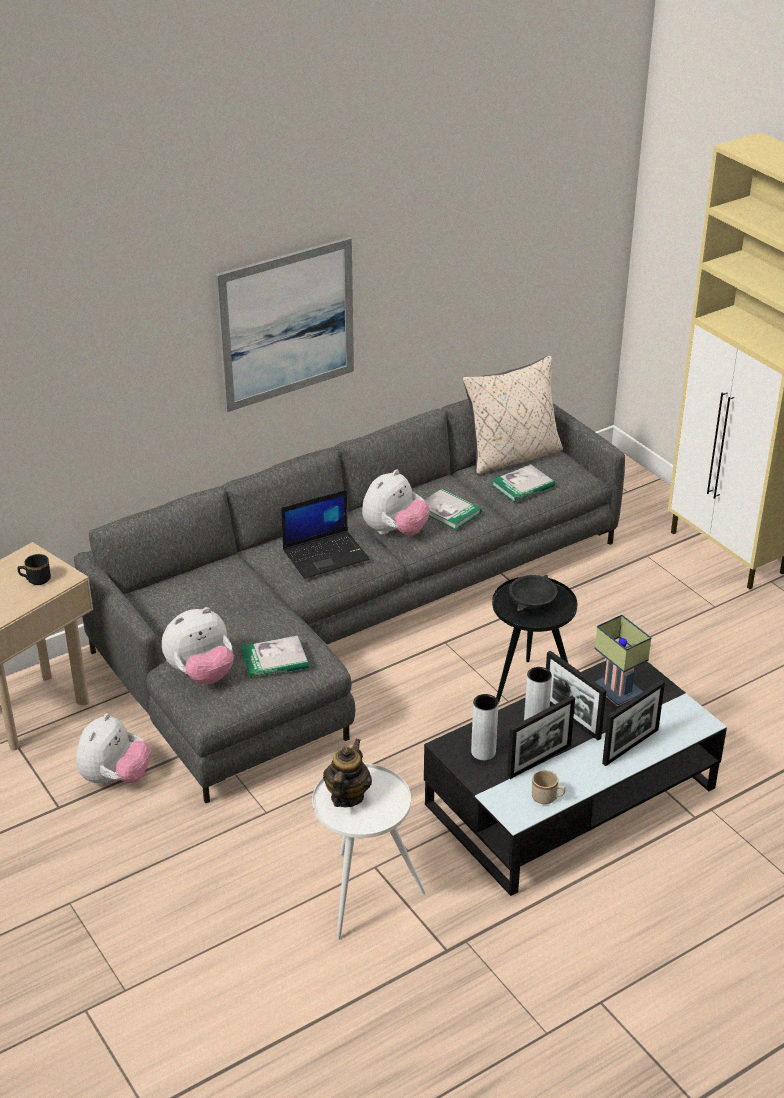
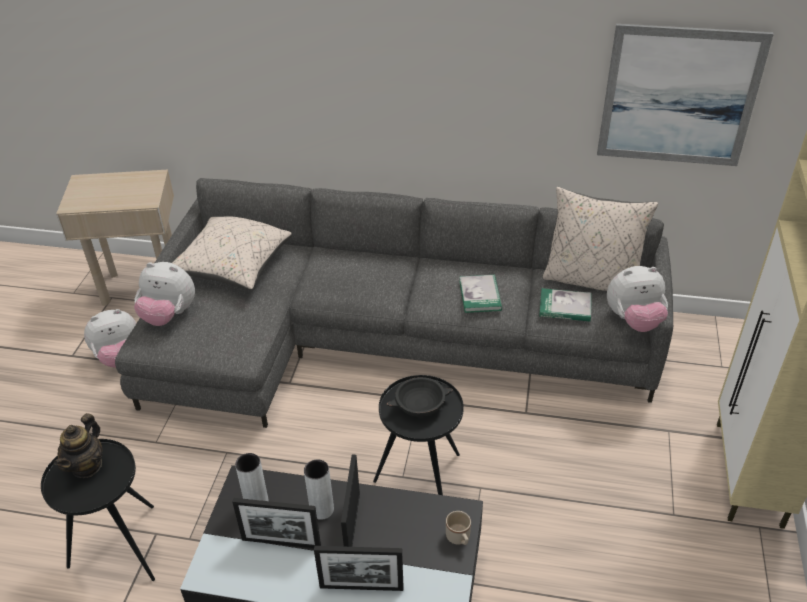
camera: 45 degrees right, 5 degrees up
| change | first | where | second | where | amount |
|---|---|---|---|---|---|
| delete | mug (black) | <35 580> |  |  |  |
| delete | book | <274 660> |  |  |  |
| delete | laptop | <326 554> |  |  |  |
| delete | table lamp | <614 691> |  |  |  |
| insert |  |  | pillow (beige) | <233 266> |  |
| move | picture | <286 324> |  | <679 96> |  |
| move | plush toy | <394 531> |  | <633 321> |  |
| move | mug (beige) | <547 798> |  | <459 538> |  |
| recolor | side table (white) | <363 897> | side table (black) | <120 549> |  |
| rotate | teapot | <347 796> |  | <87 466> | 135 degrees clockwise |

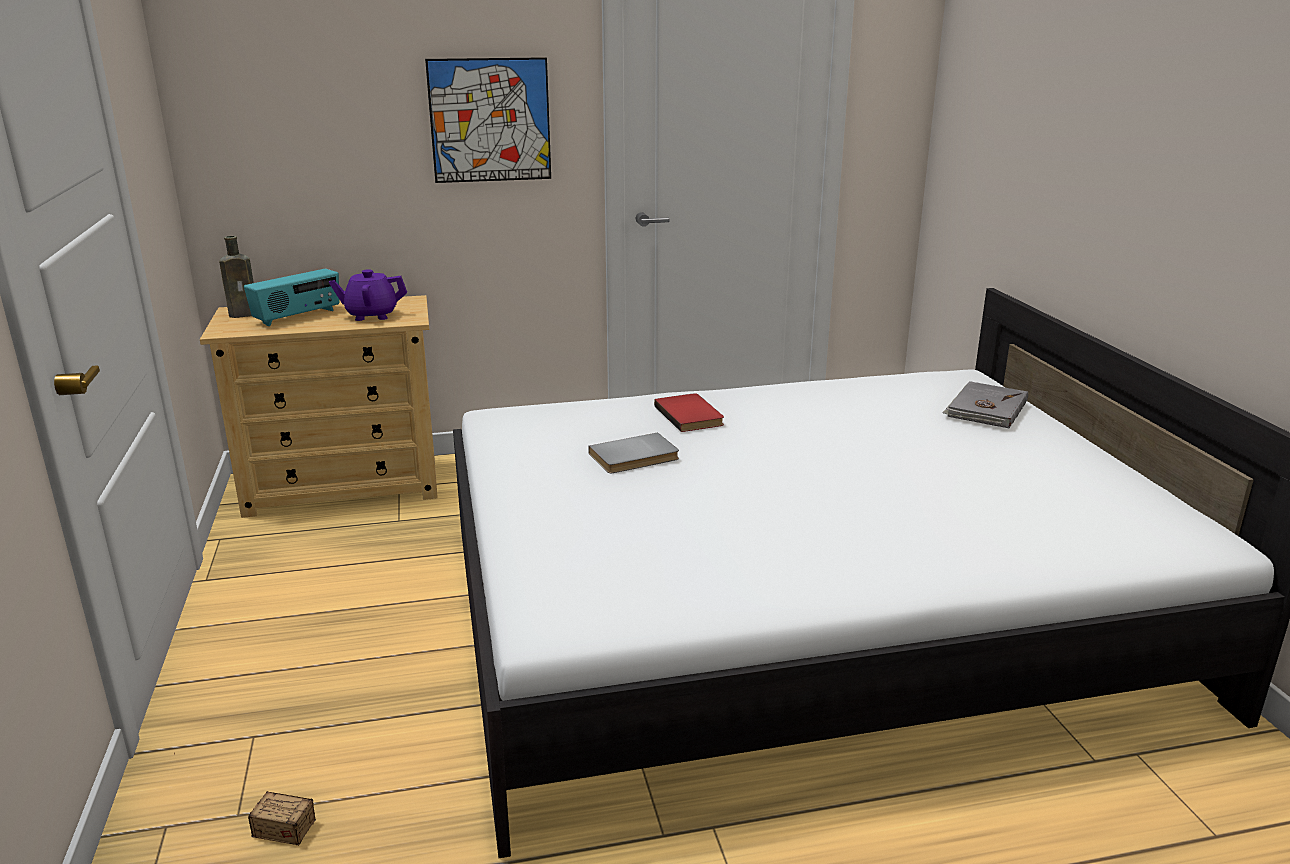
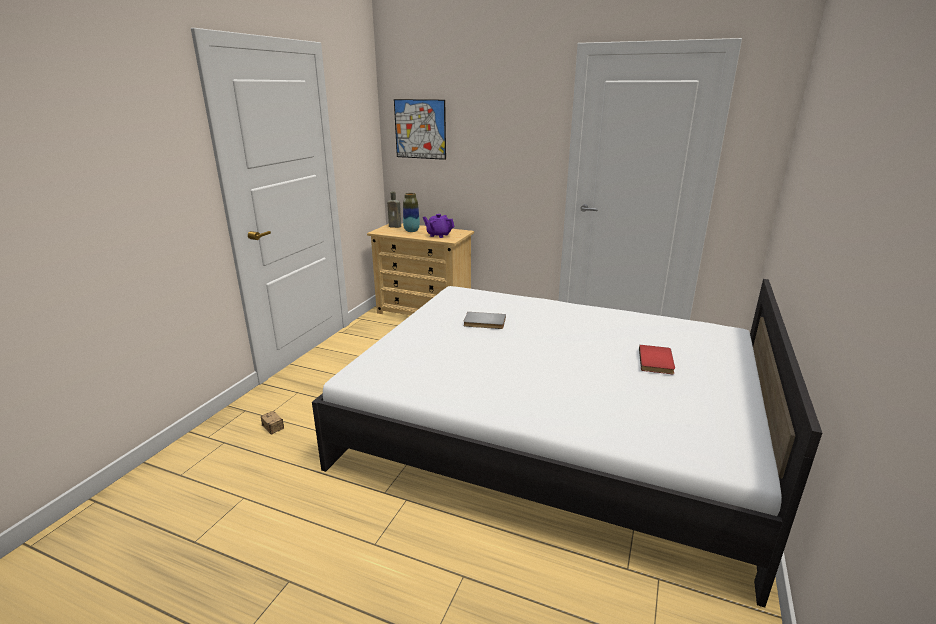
camera: 35 degrees right, 0 degrees up
| change | first | where | second | where | amount |
|---|---|---|---|---|---|
| delete | book (grey) | <985 409> |  |  |  |
| move | picture | <490 120> |  | <420 129> |  |
| move | book (red) | <691 415> |  | <657 361> |  |
| replace | radio | <298 317> | vase | <411 231> |  |

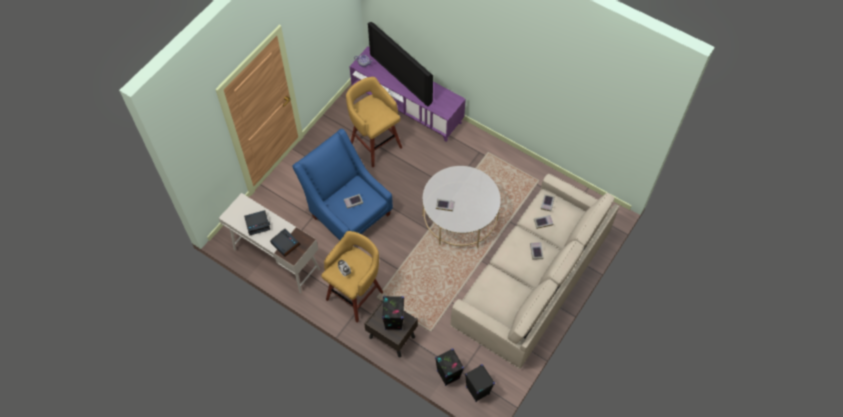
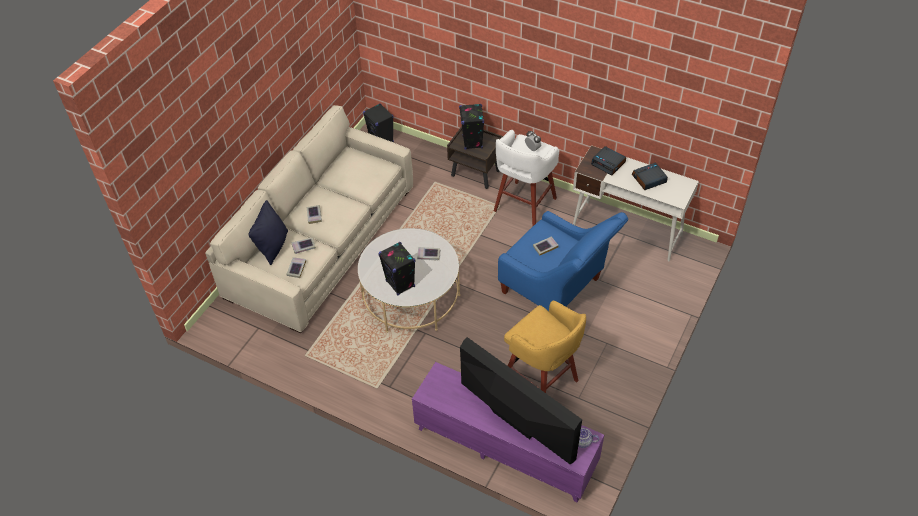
camera: 175 degrees right, 10 degrees down
| change | first | where | second | where | amount |
|---|---|---|---|---|---|
| insert |  |  | pillow (black) | <273 246> |  |
| move | speaker (black) | <448 374> |  | <400 284> |  |
| recolor | stool (yellow) | <356 294> | stool (white) | <523 206> |  |

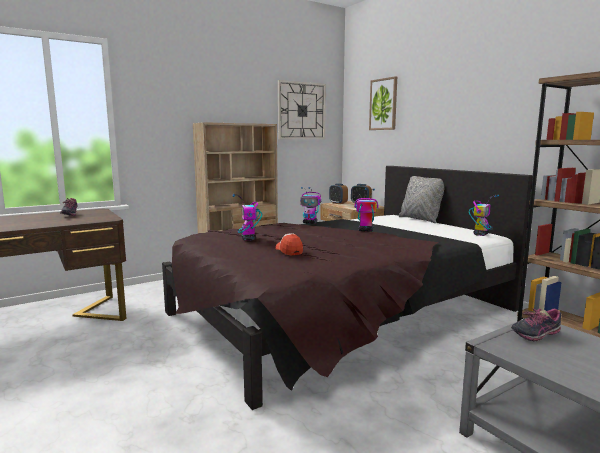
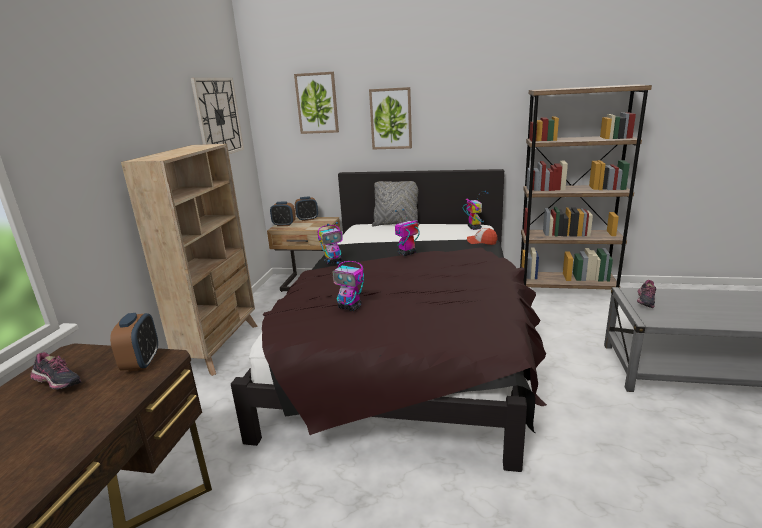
camera: 45 degrees left, 10 degrees up
| change | first | where | second | where | amount |
|---|---|---|---|---|---|
| insert |  |  | alarm clock | <142 363> |  |
| insert |  |  | picture | <391 119> |  |
| move | cap | <289 250> |  | <482 242> |  |

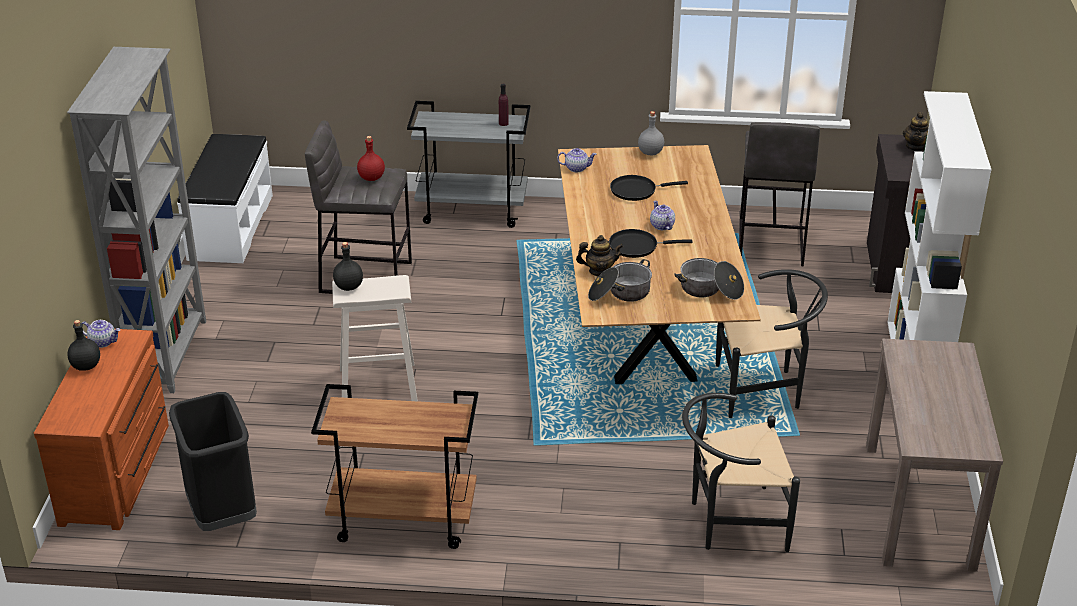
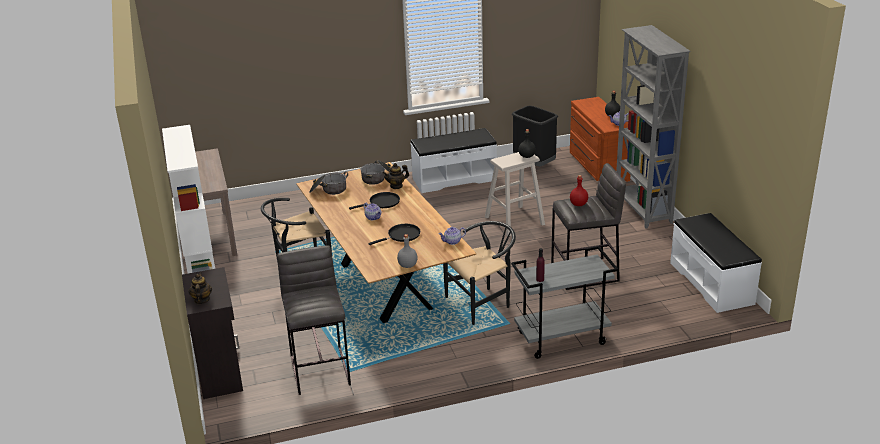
camera: 160 degrees right, 5 degrees down
| change | first | where | second | where | amount |
|---|---|---|---|---|---|
| move | chair (black) | <730 522> |  | <483 303> |  |
| replace | cart (brown) | <402 521> | bench (white) | <454 179> |  |

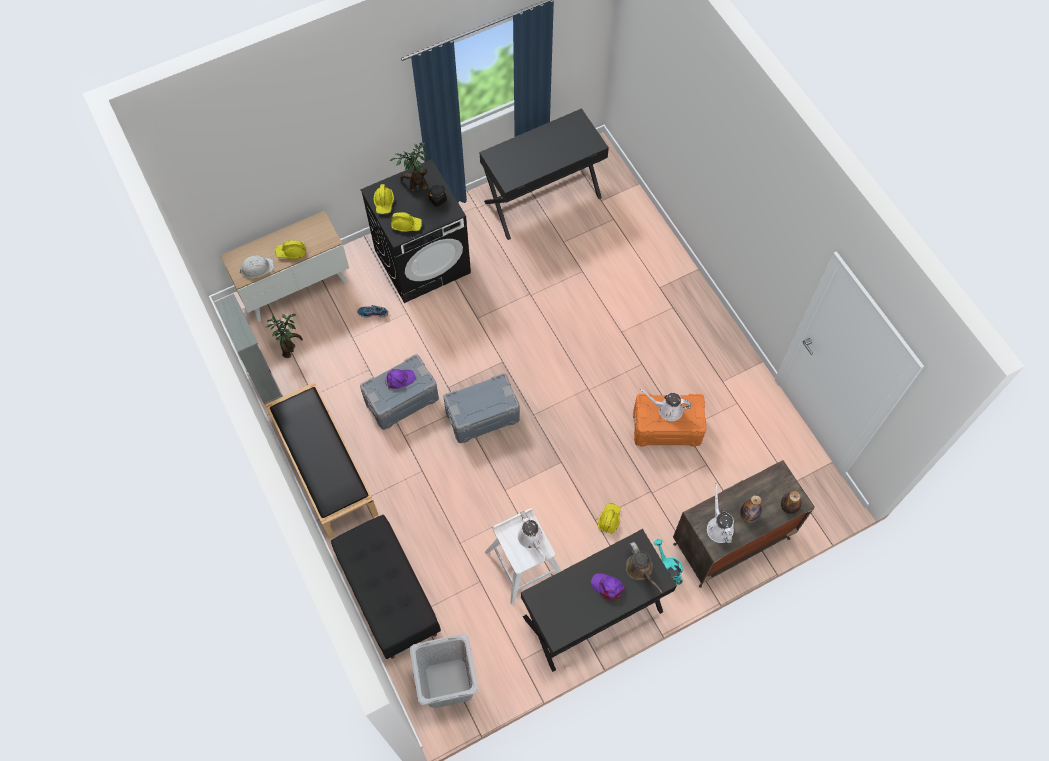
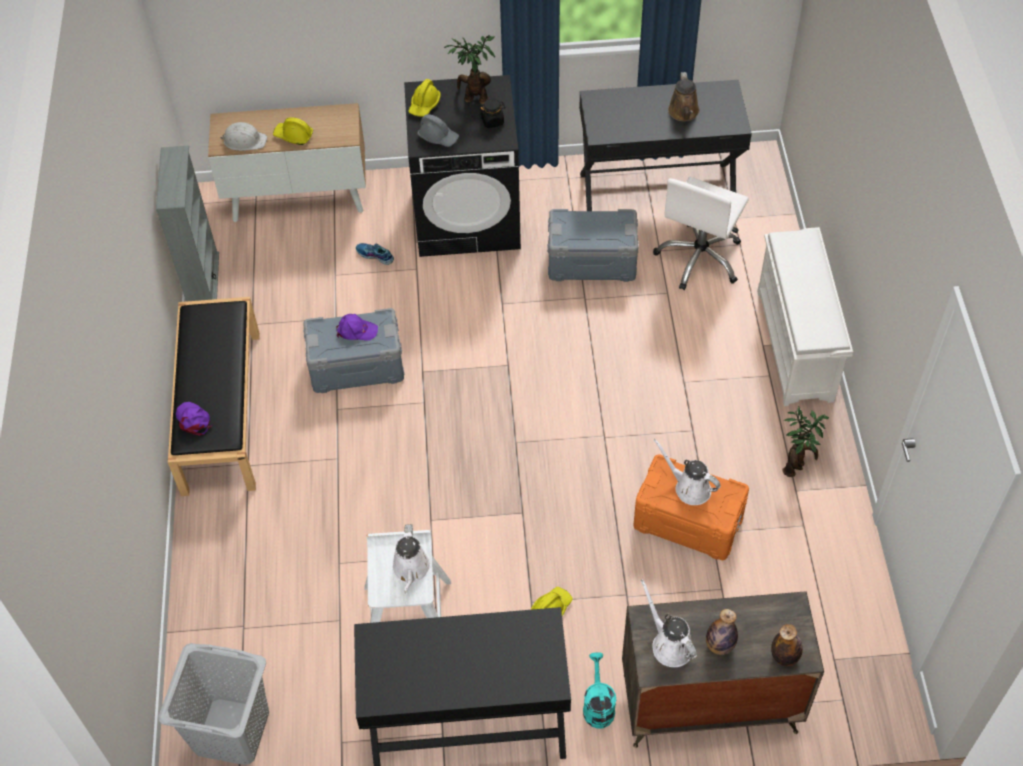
camera: 25 degrees right, 10 degrees down
| change | first | where | second | where | amount |
|---|---|---|---|---|---|
| delete | bench (black) | <388 595> |  |  |  |
| insert |  |  | office chair (white) | <700 258> |  |
| insert |  |  | shoe rack (white) | <796 346> |  |
| move | potted plant | <291 349> |  | <796 466> |  |
| move | storage box (grey) | <482 415> |  | <591 260> |  |
| move | cap (purple) | <608 587> |  | <193 420> |  |
| move | watering can (brown) | <640 570> |  | <684 113> |  |
| recolor | hard hat (yellow) | <406 225> | hard hat (grey) | <438 137> |  |
| rotate | watering can (white) | <719 526> |  | <669 644> | 45 degrees counterclockwise |

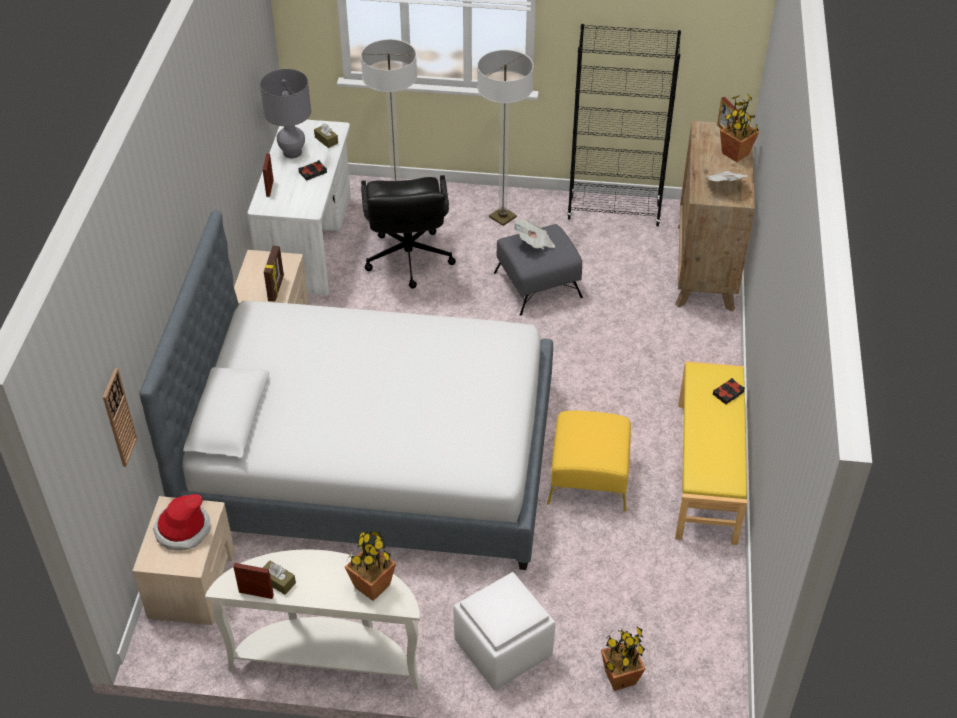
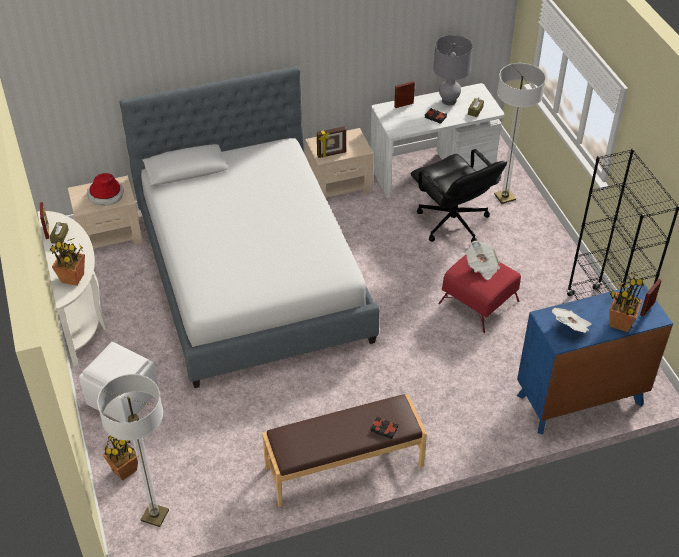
camera: 65 degrees right, 0 degrees up
| change | first | where | second | where | amount |
|---|---|---|---|---|---|
| delete | wall clock | <119 418> |  |  |  |
| delete | ottoman (yellow) | <589 476> |  |  |  |
| move | floor lamp | <502 217> |  | <155 515> |  |
| recolor | ottoman (grey) | <538 285> | ottoman (red) | <479 302> |  |
| recolor | dresser (brown) | <705 267> | dresser (blue) | <579 399> |  |
| recolor | bench (yellow) | <707 471> | bench (brown) | <344 467> |  |
| rotate | office chair (black) | <408 259> |  | <452 223> | 90 degrees counterclockwise |

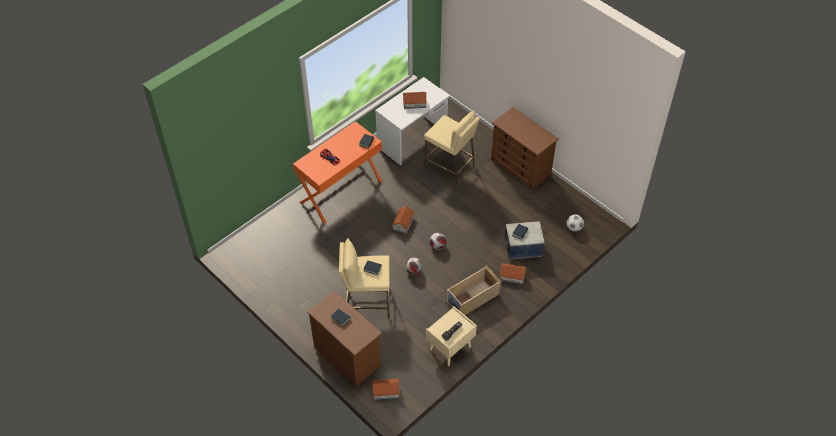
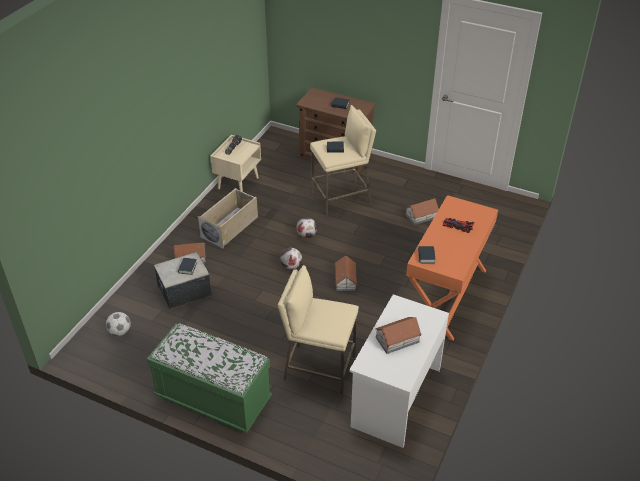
camera: 160 degrees right, 10 degrees down
| change | first | where | second | where | amount |
|---|---|---|---|---|---|
| move | toy house | <385 391> |  | <421 216> |  |
| replace | dresser (brown) | <521 167> | bench (green) | <213 399> |  |

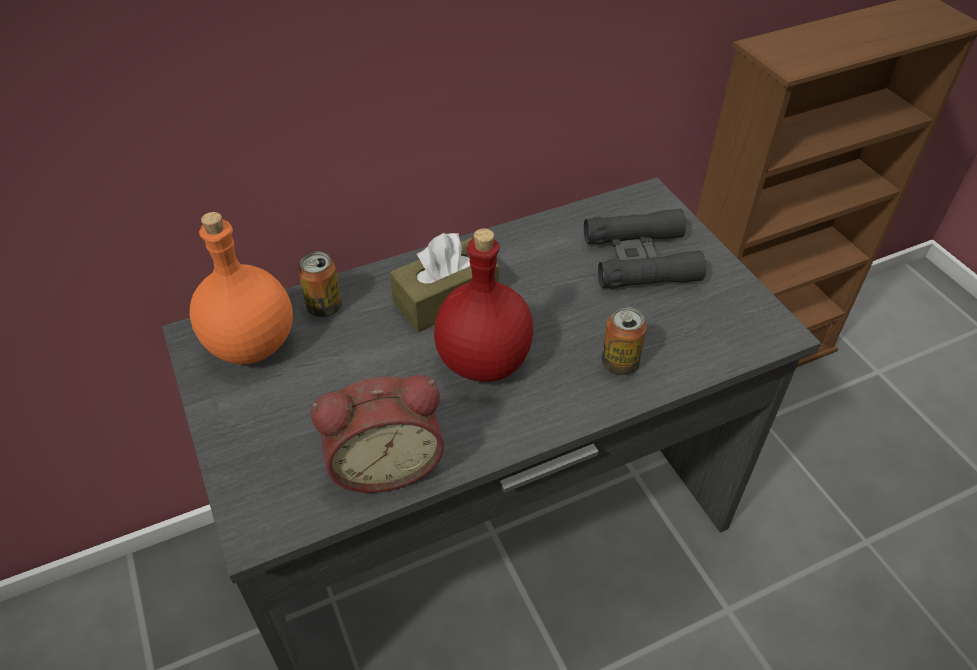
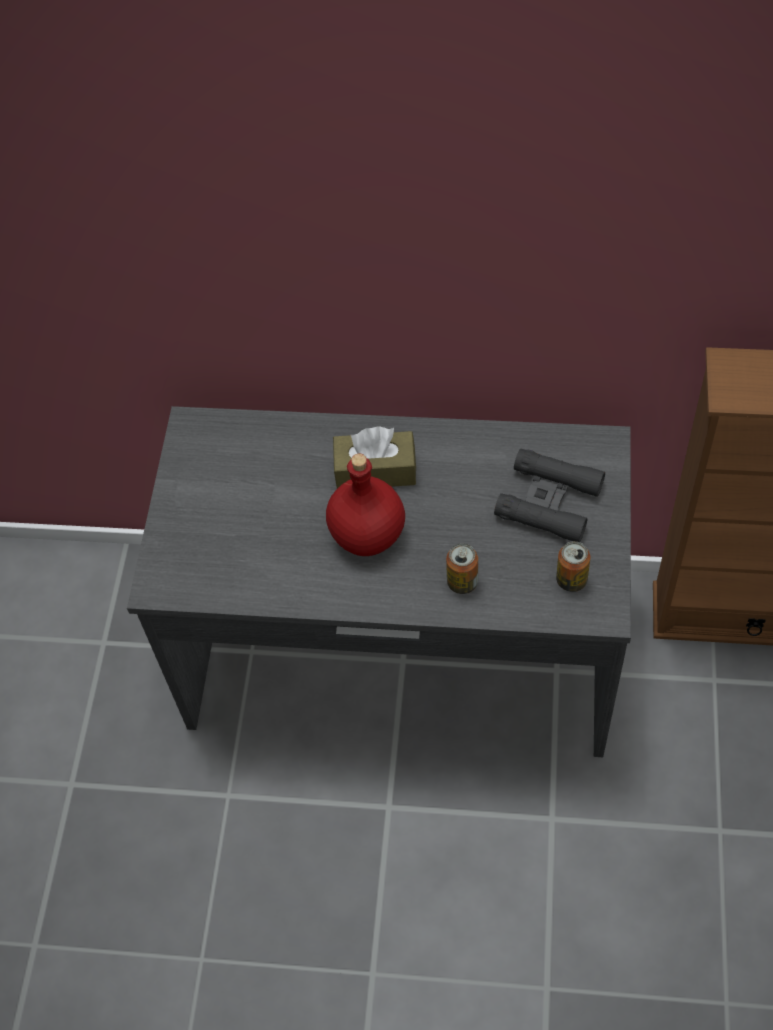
camera: 35 degrees right, 10 degrees up
| change | first | where | second | where | amount |
|---|---|---|---|---|---|
| delete | bottle (orange) | <249 345> |  |  |  |
| delete | alarm clock | <385 462> |  |  |  |
| move | can | <324 307> |  | <571 580> |  |

